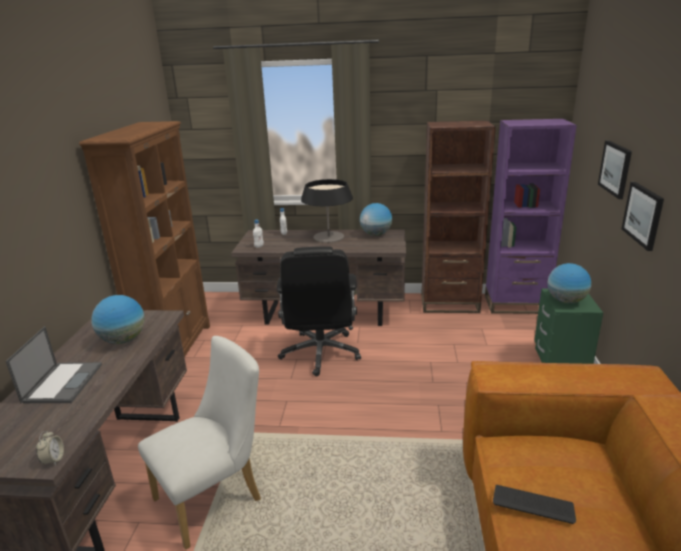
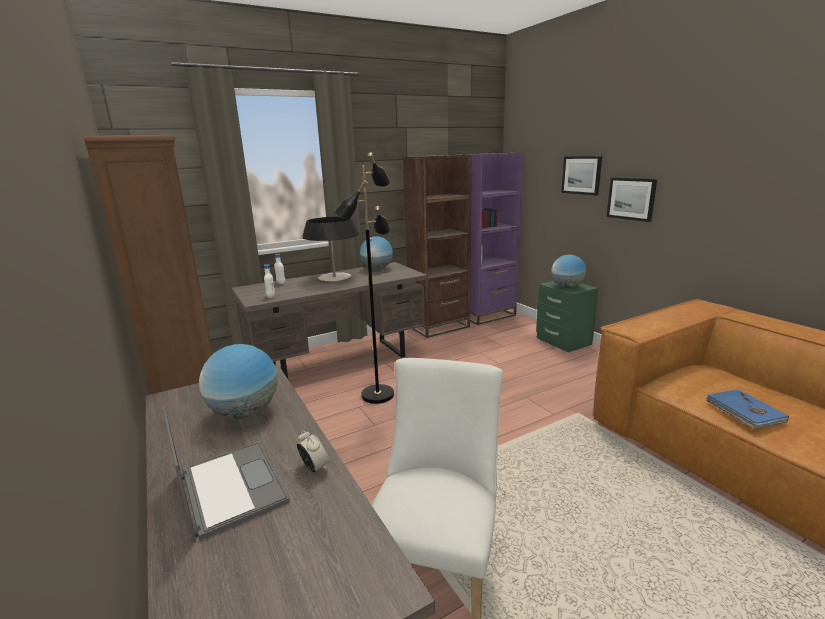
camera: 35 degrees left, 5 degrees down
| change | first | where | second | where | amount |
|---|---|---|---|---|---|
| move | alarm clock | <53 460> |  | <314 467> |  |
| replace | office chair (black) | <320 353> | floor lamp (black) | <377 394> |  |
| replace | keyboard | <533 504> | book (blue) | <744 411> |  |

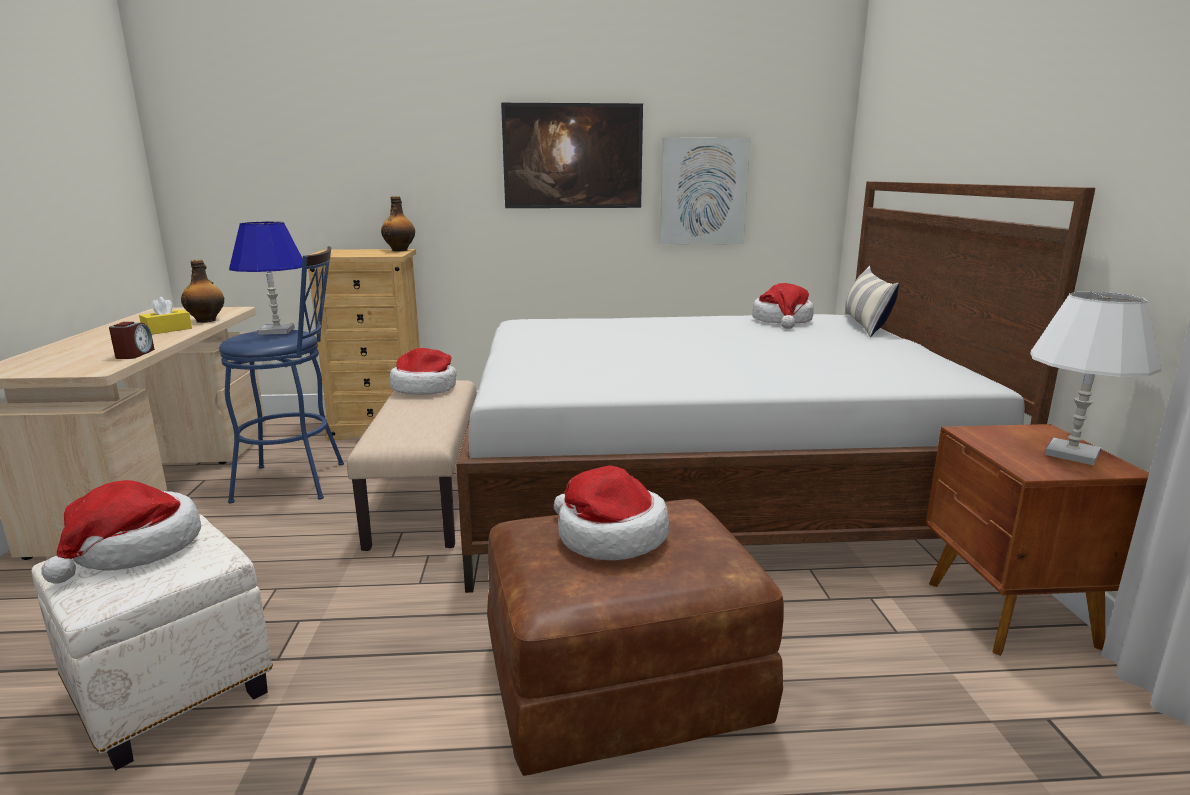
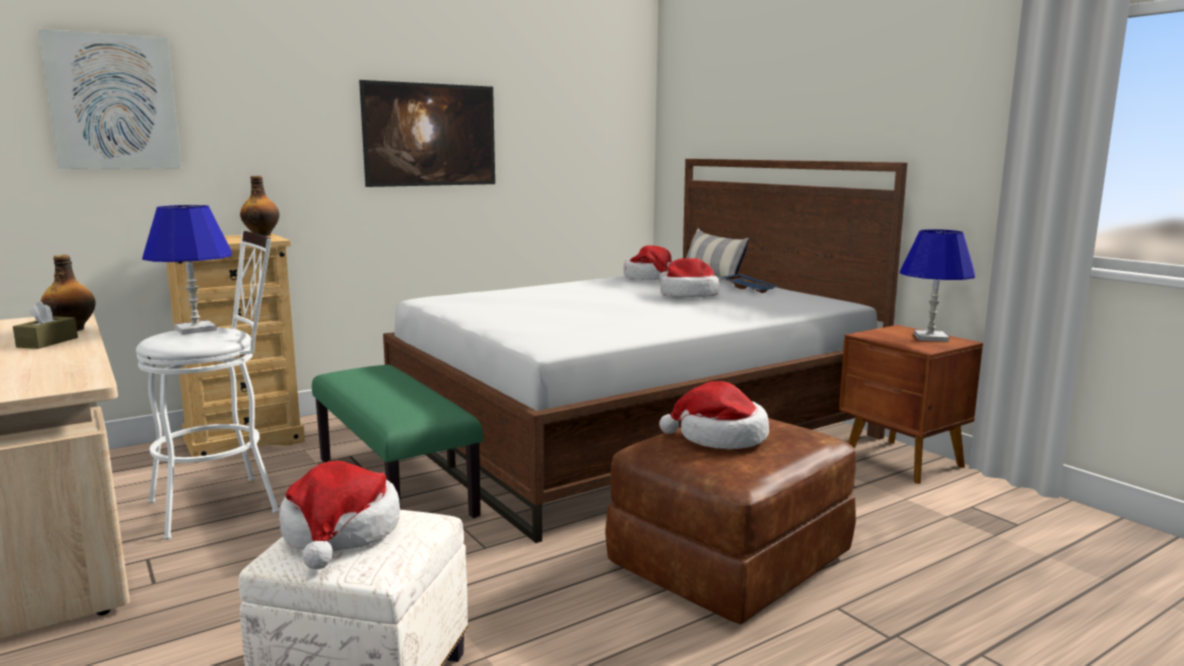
camera: 30 degrees left, 5 degrees down
| change | first | where | second | where | amount |
|---|---|---|---|---|---|
| delete | alarm clock | <134 354> |  |  |  |
| insert |  |  | tray (blue) | <750 289> |  |
| move | hat | <425 388> |  | <688 295> |  |
| move | picture | <703 192> |  | <113 102> |  |
| recolor | tissue box (yellow) | <167 330> | tissue box (brown) | <47 342> |  |
| recolor | stool (blue) | <300 482> | stool (white) | <226 504> |  |
| recolor | bench (beige) | <428 497> | bench (green) | <396 486> |  |
| recolor | table lamp (white) | <1071 453> | table lamp (blue) | <930 337> |  |

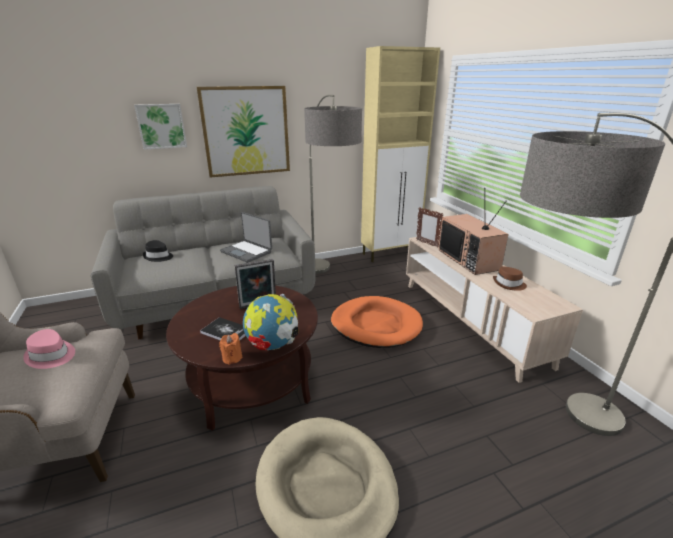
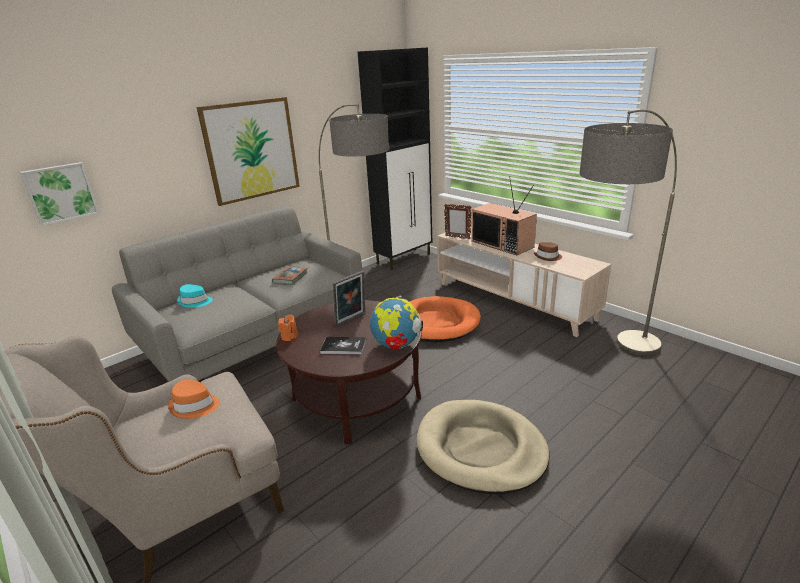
camera: 20 degrees left, 0 degrees up
| change | first | where | second | where | amount |
|---|---|---|---|---|---|
| move | picture | <161 126> |  | <60 193> |  |
| move | candle (orange) | <232 358> |  | <289 337> |  |
| replace | laptop | <247 252> | book | <290 278> |  |
| recolor | hat (pink) | <51 356> | hat (orange) | <194 406> |  |
| recolor | hat (black) | <158 256> | hat (turquoise) | <195 302> |  |
| recolor | cabinet (beige) | <390 254> | cabinet (black) | <404 259> |  |

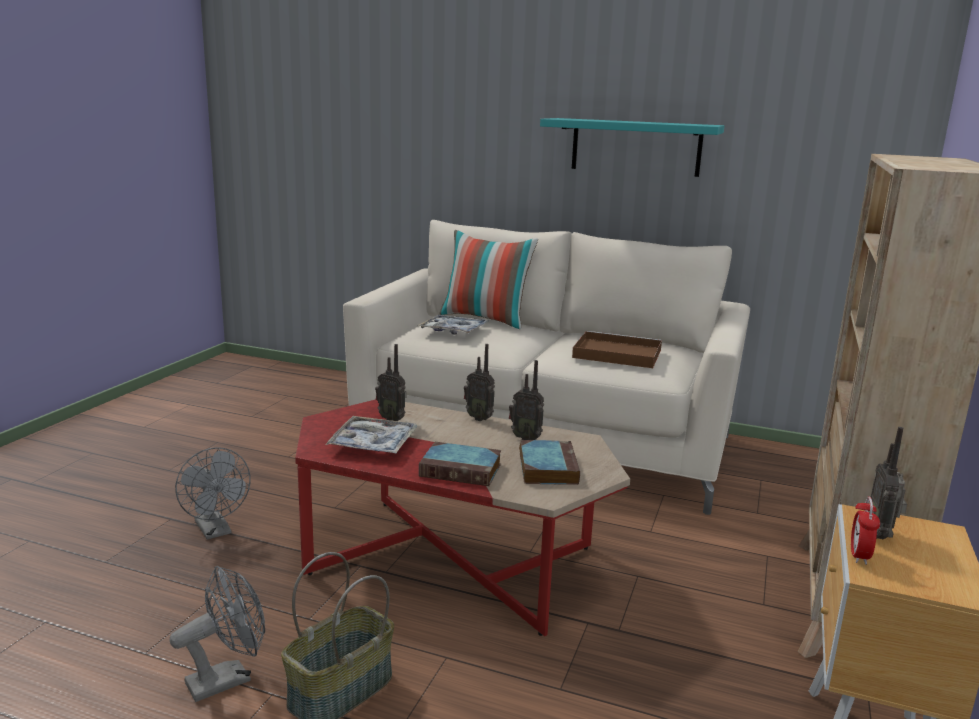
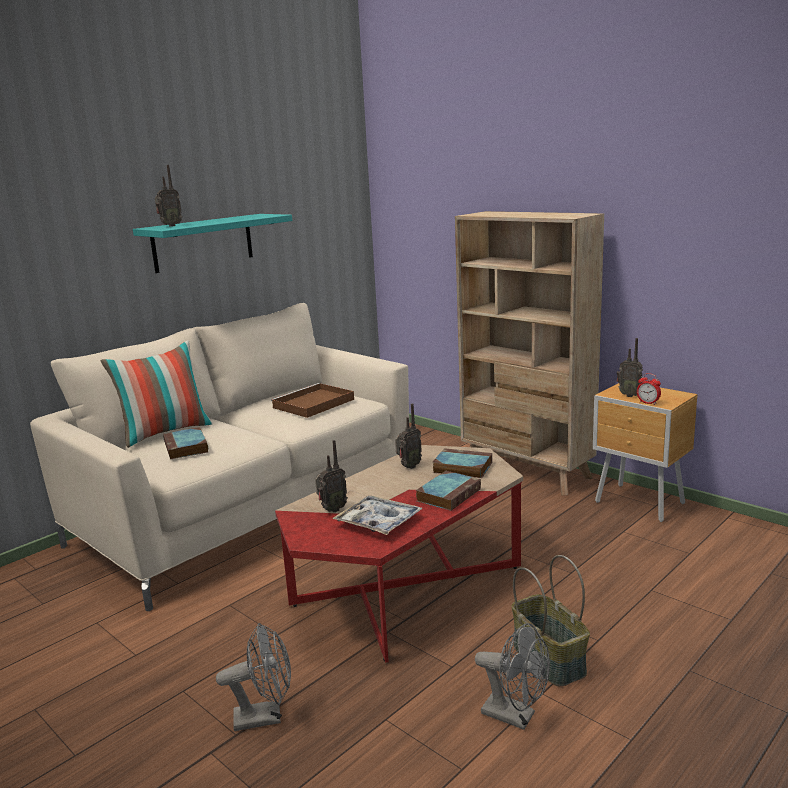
camera: 65 degrees left, 0 degrees up
| change | first | where | second | where | amount |
|---|---|---|---|---|---|
| move | radio | <479 418> |  | <170 226> |  |
| replace | tray | <453 331> | book | <186 448> |  |
| rotate | fan (grey) | <228 678> |  | <516 716> | 135 degrees clockwise |

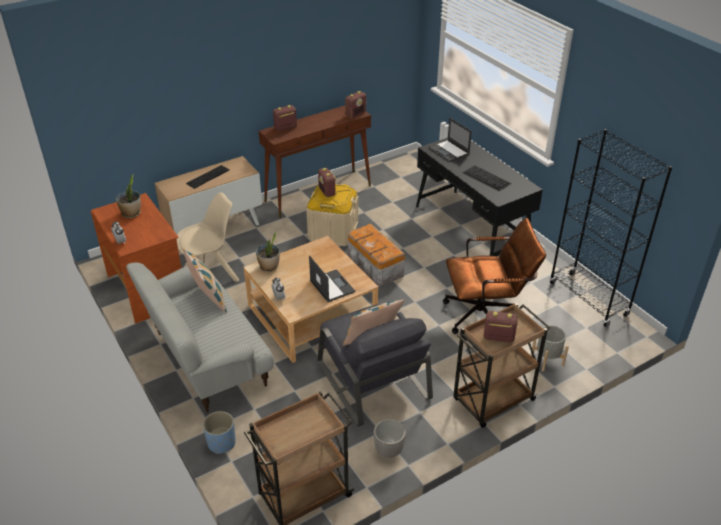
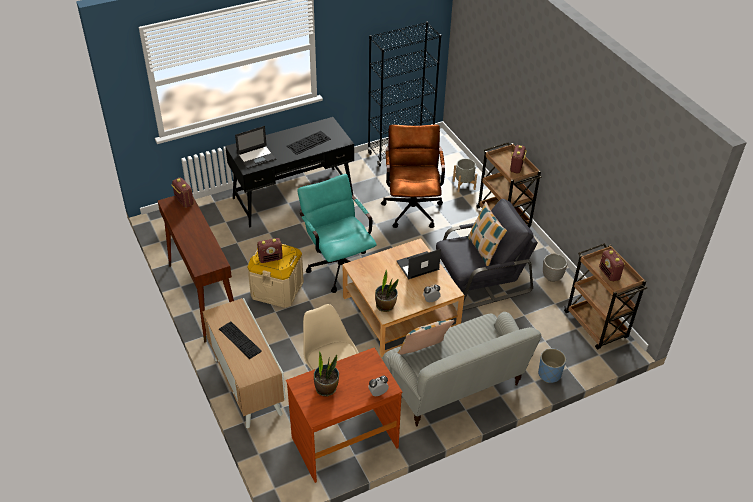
camera: 85 degrees left, 5 degrees up
| change | first | where | second | where | amount |
|---|---|---|---|---|---|
| move | radio | <285 128> |  | <609 274> |  |
| replace | storage box | <375 266> | office chair (turquoise) | <338 264> |  |

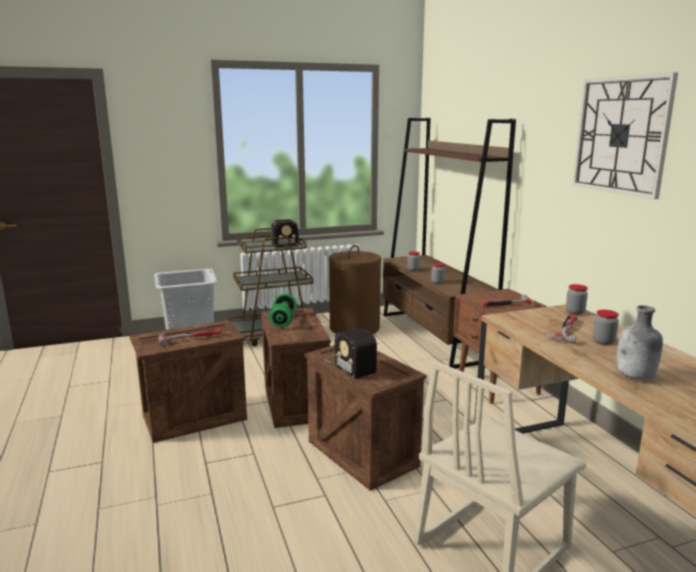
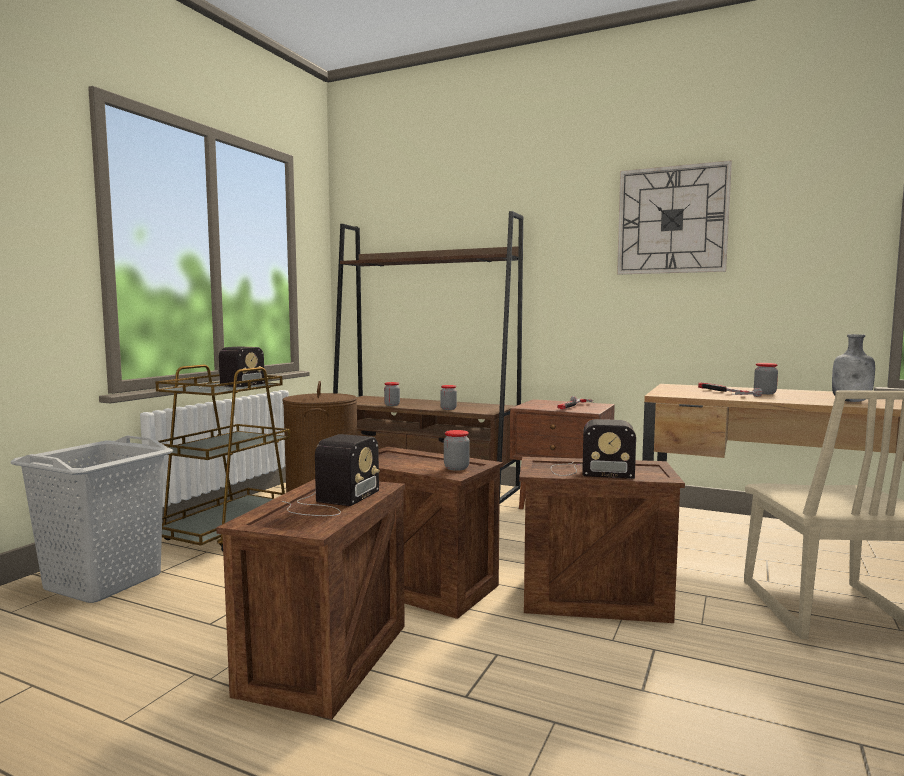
camera: 45 degrees left, 10 degrees down
| change | first | where | second | where | amount |
|---|---|---|---|---|---|
| delete | dumbbell (green) | <283 321> |  |  |  |
| move | jar | <575 312> |  | <456 468> |  |
| replace | hammer | <191 337> | radio | <332 502> |  |

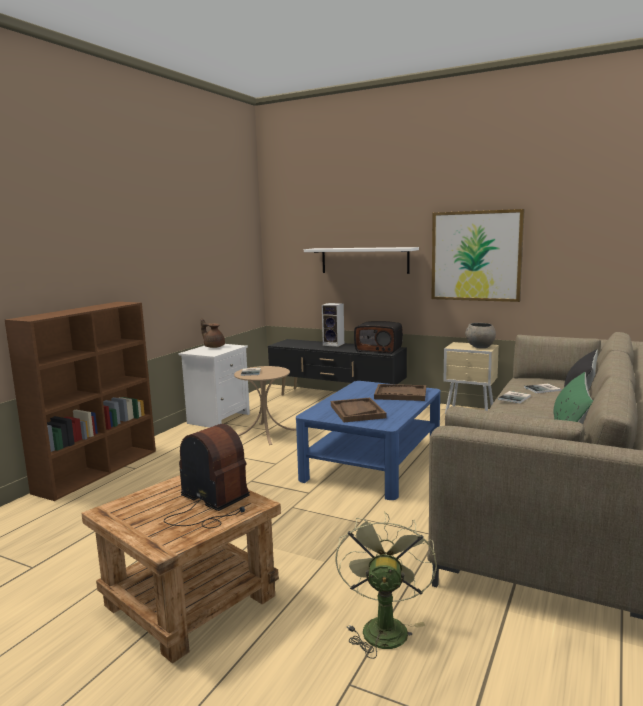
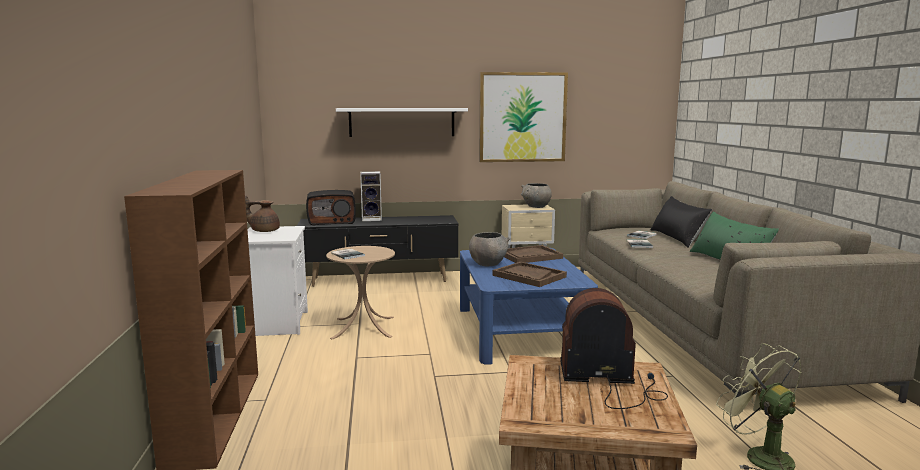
camera: 35 degrees left, 0 degrees up
| change | first | where | second | where | amount |
|---|---|---|---|---|---|
| insert |  |  | bowl (grey) | <488 264> |  |
| move | radio | <379 349> |  | <332 221> |  |

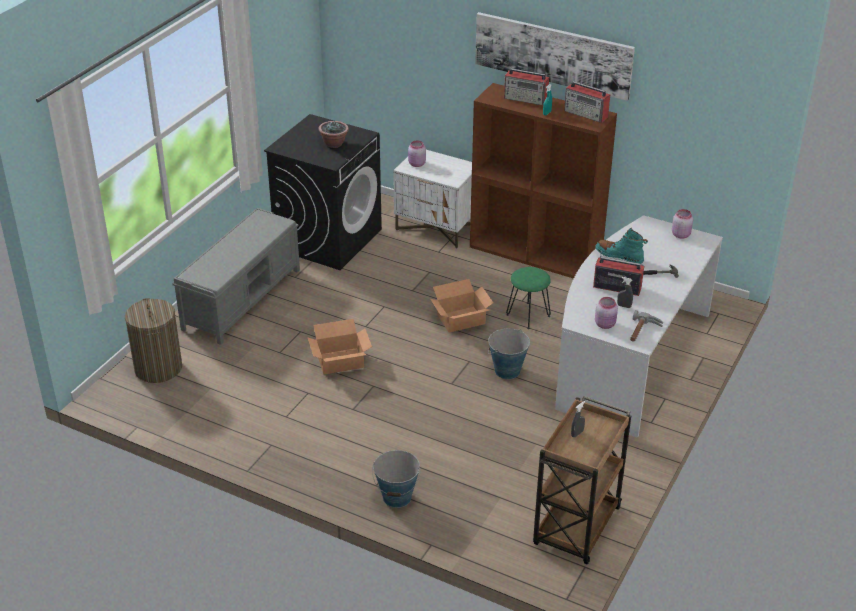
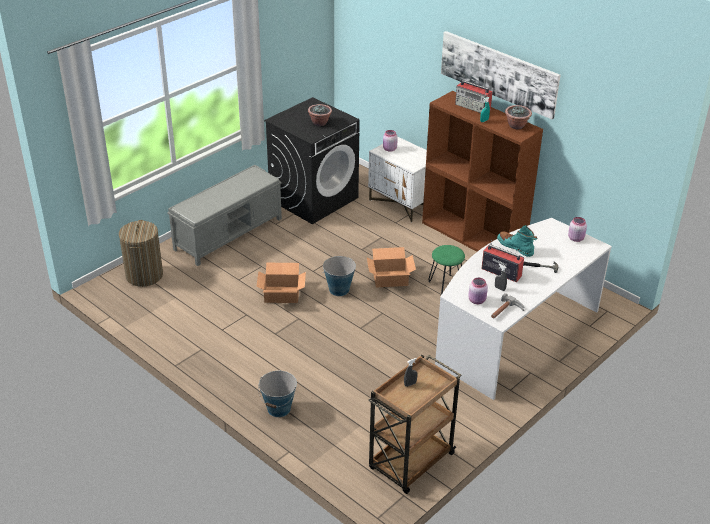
camera: 15 degrees right, 0 degrees up
| change | first | where | second | where | amount |
|---|---|---|---|---|---|
| move | bucket | <507 371> |  | <339 289> |  |
| replace | radio | <586 114> | potted plant | <516 126> |  |

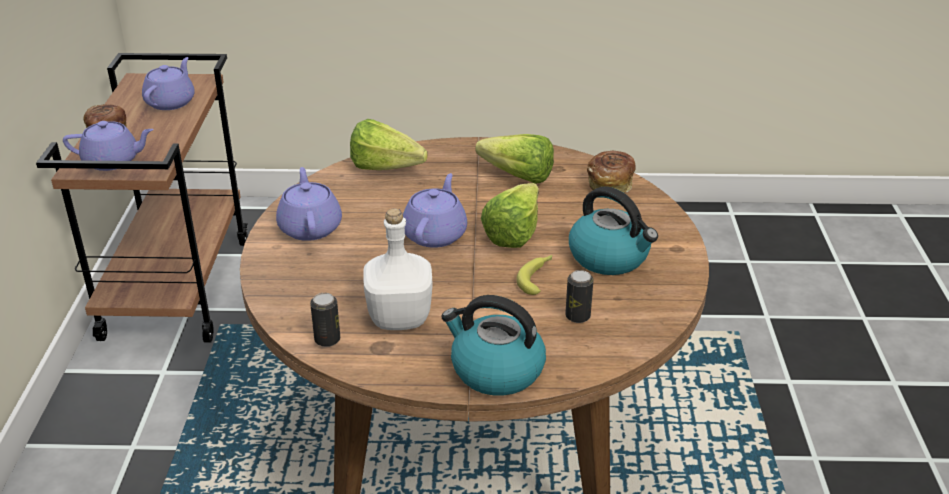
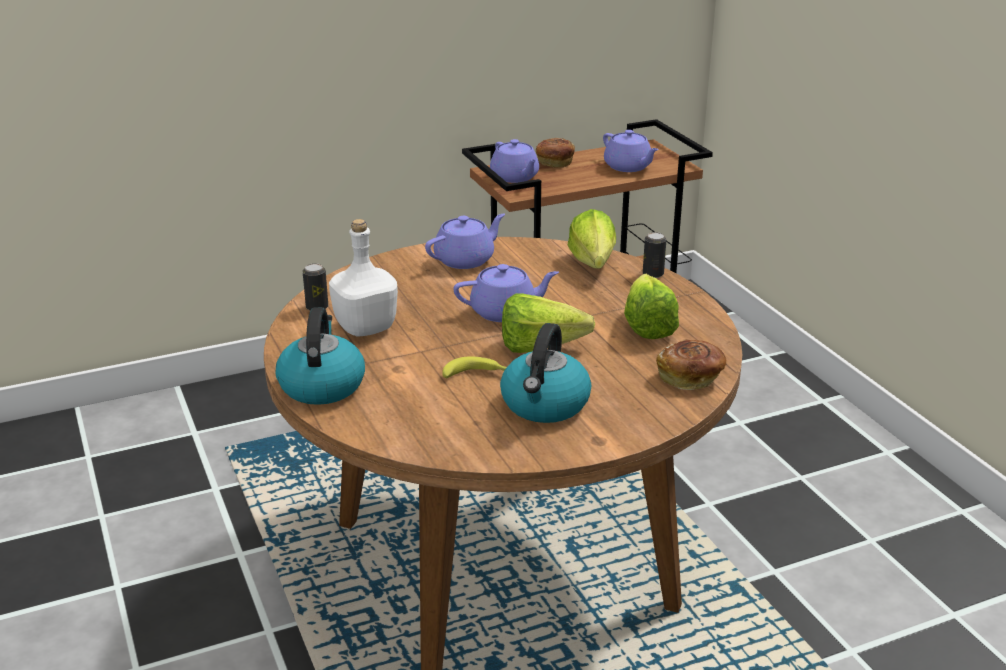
camera: 65 degrees right, 5 degrees down
| change | first | where | second | where | amount |
|---|---|---|---|---|---|
| move | can | <577 316> |  | <653 274> |  |
| rotate | teapot (purple) | <171 102> |  | <628 167> | 60 degrees clockwise |

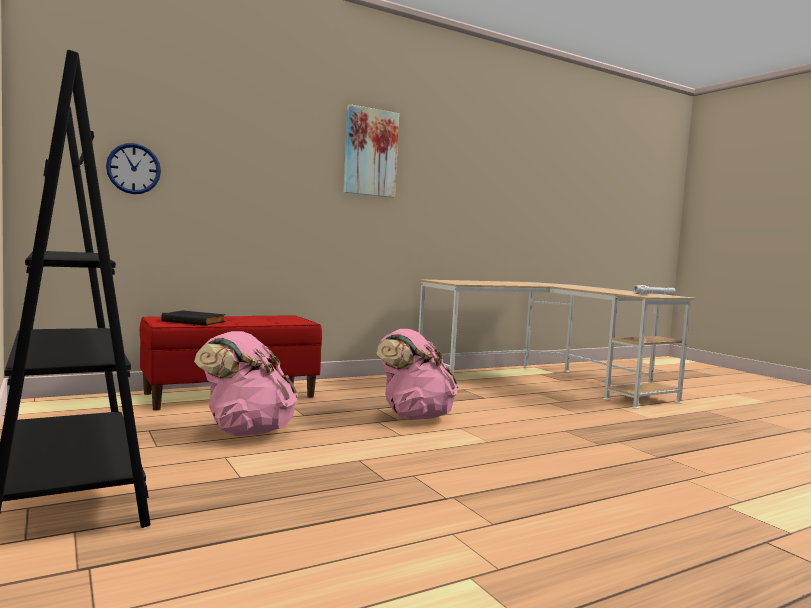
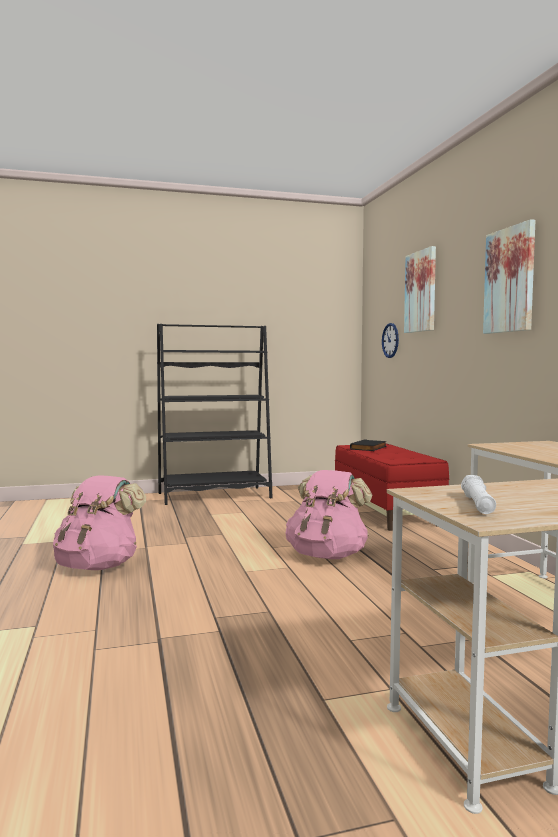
camera: 105 degrees right, 0 degrees up
| change | first | where | second | where | amount |
|---|---|---|---|---|---|
| insert |  |  | picture | <421 291> |  |
| move | backpack (pink) | <246 431> |  | <98 566> |  |

